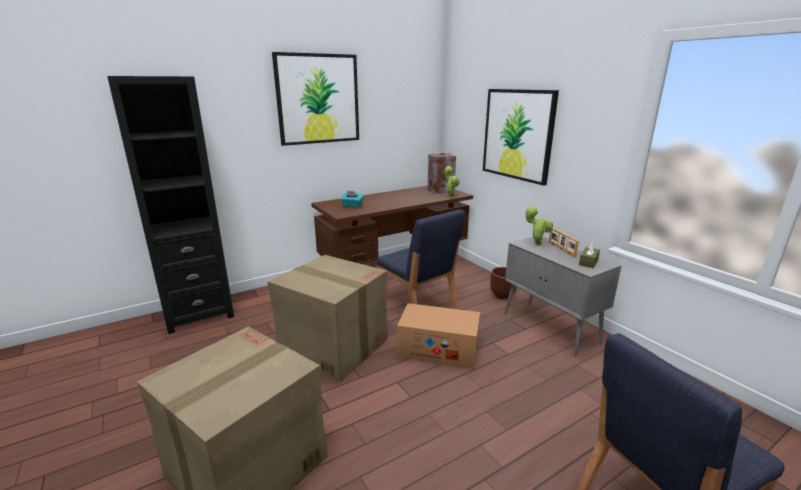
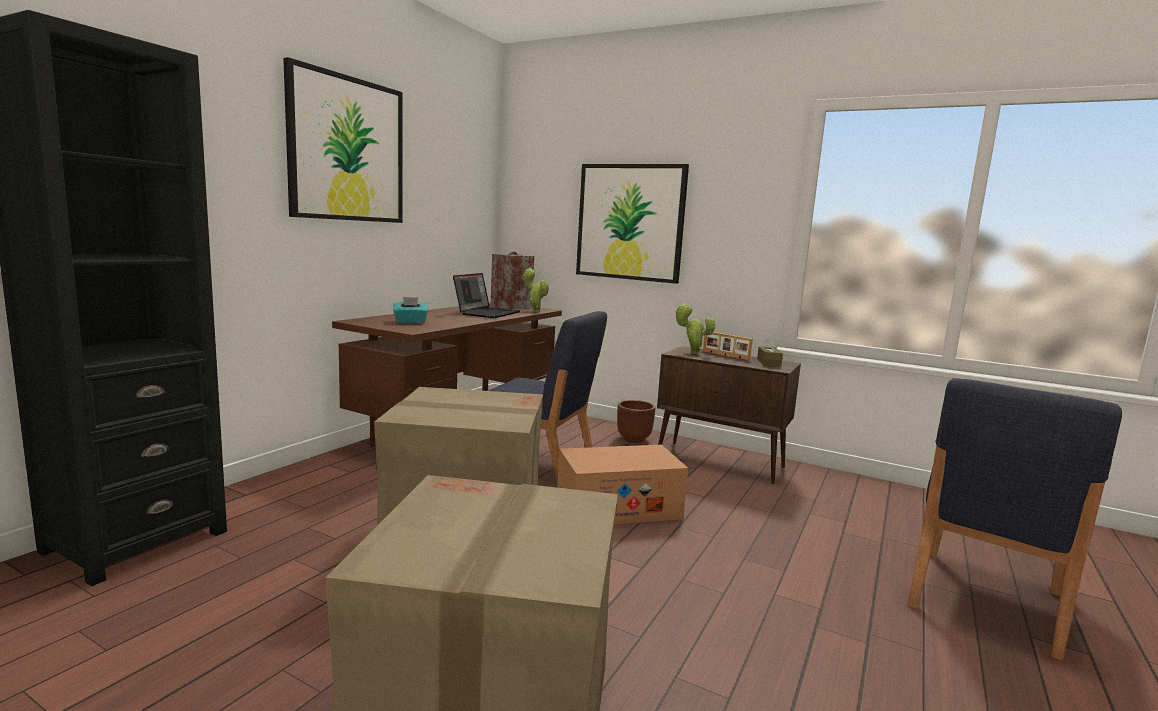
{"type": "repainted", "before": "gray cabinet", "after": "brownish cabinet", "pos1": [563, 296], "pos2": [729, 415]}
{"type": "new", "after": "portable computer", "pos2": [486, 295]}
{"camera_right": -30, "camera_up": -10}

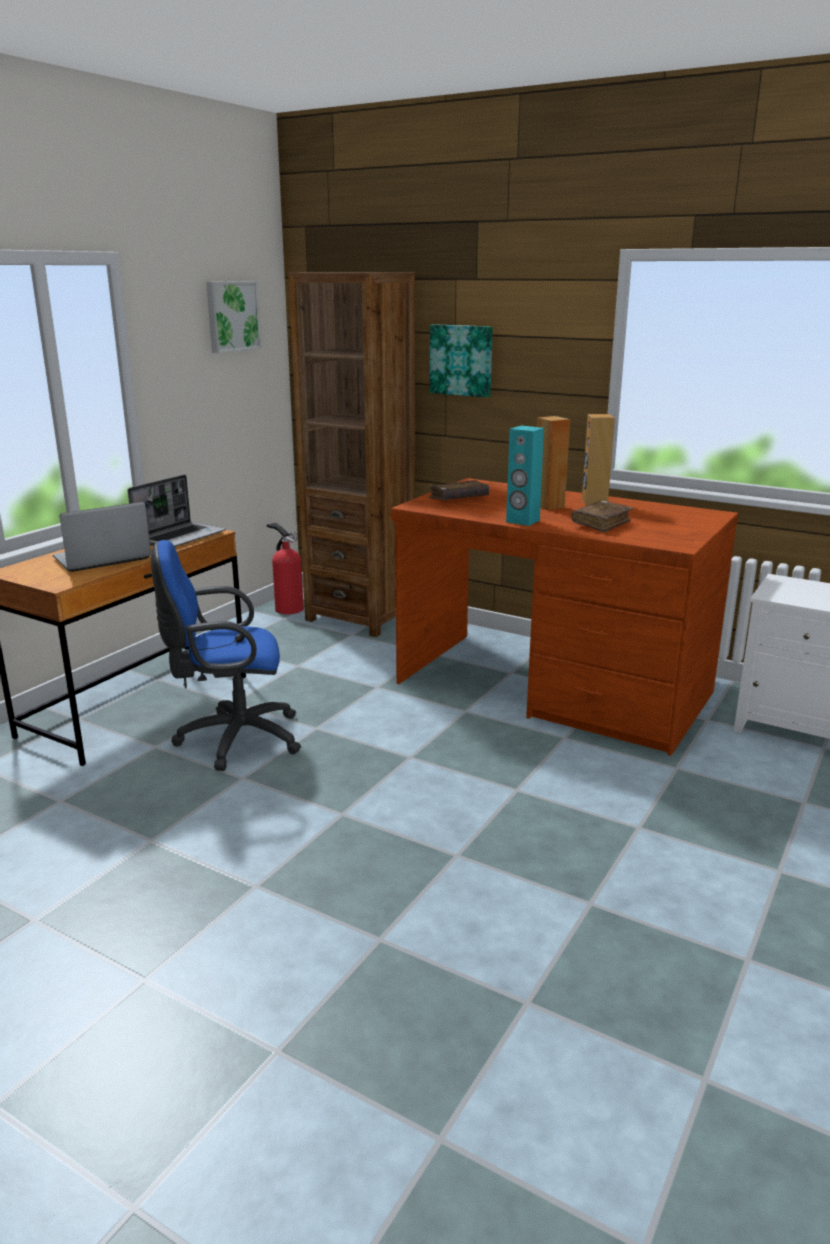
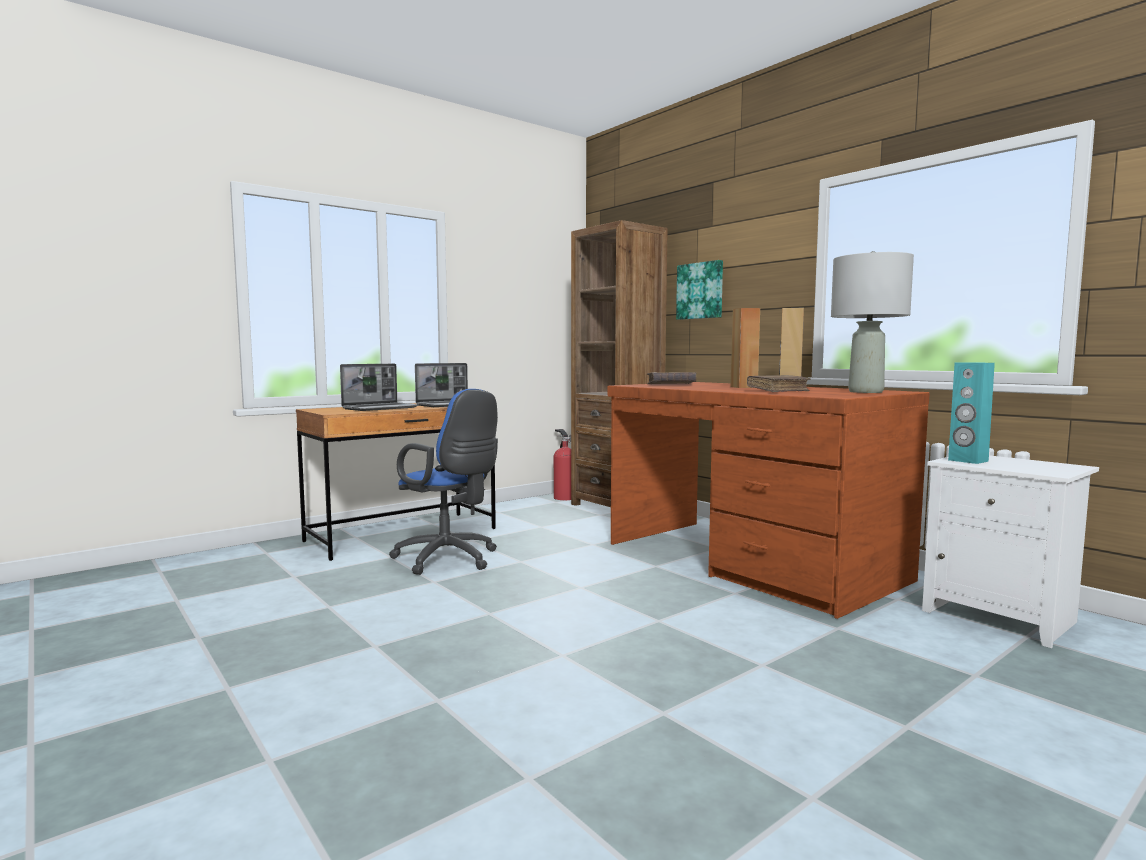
{"type": "gone", "before": "picture", "pos1": [233, 317]}
{"type": "shifted", "before": "turquoise loudspeaker", "pos1": [525, 475], "pos2": [971, 413]}
{"type": "rotated", "before": "portable computer", "pos1": [102, 537], "pos2": [379, 387], "turn": 150}
{"type": "rotated", "before": "bluish office chair", "pos1": [226, 655], "pos2": [443, 482], "turn": -150}
{"type": "new", "after": "gray lamp for a table", "pos2": [872, 322]}
{"camera_right": 20, "camera_up": -15}

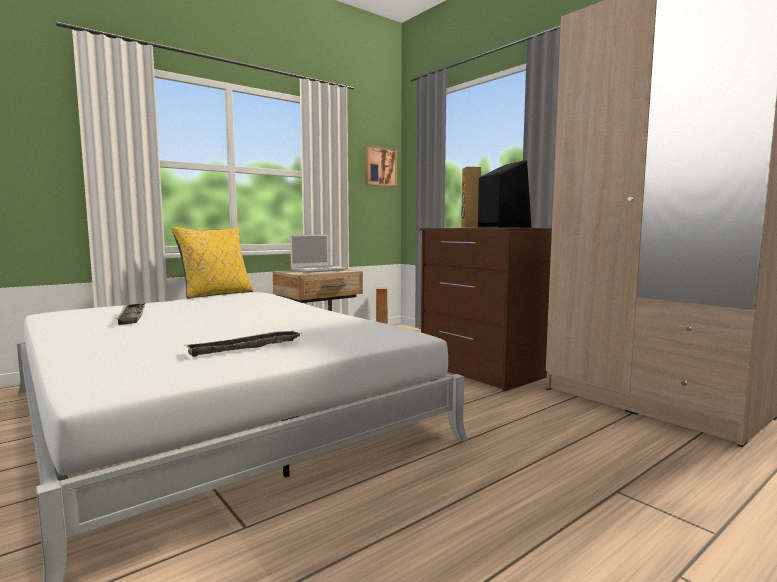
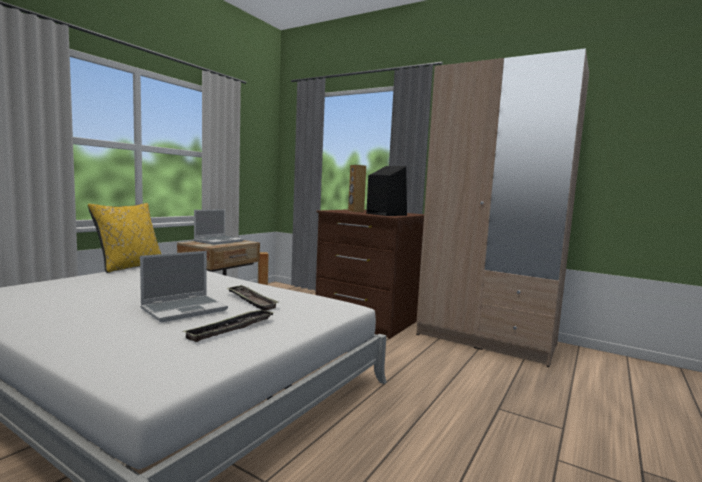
{"type": "gone", "before": "picture", "pos1": [381, 166]}
{"type": "shifted", "before": "tray", "pos1": [131, 314], "pos2": [252, 298]}
{"type": "new", "after": "portable computer", "pos2": [184, 287]}
{"camera_right": -20, "camera_up": 0}

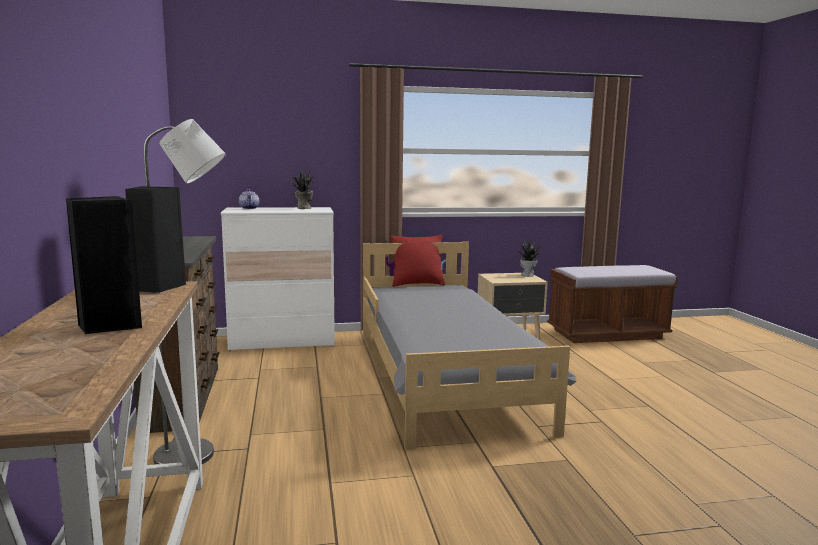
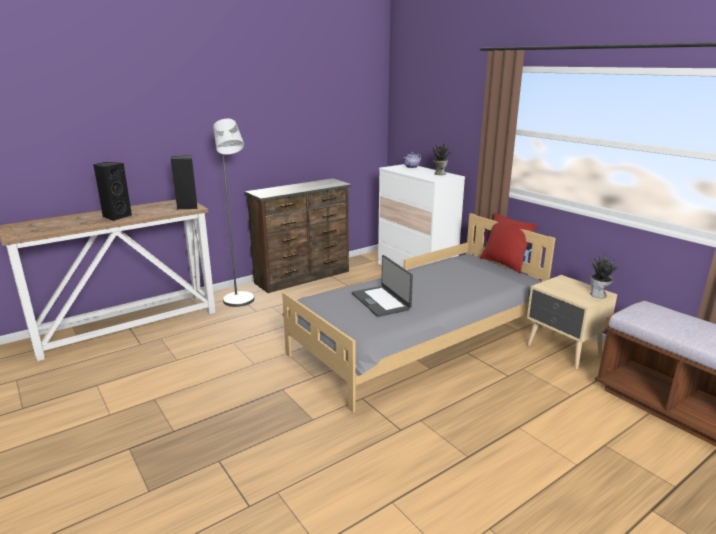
{"type": "new", "after": "portable computer", "pos2": [382, 286]}
{"camera_right": 65, "camera_up": 10}

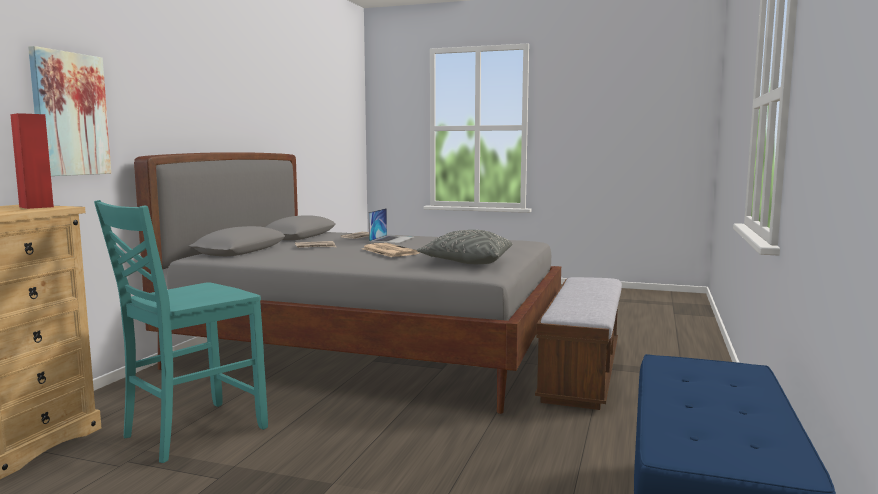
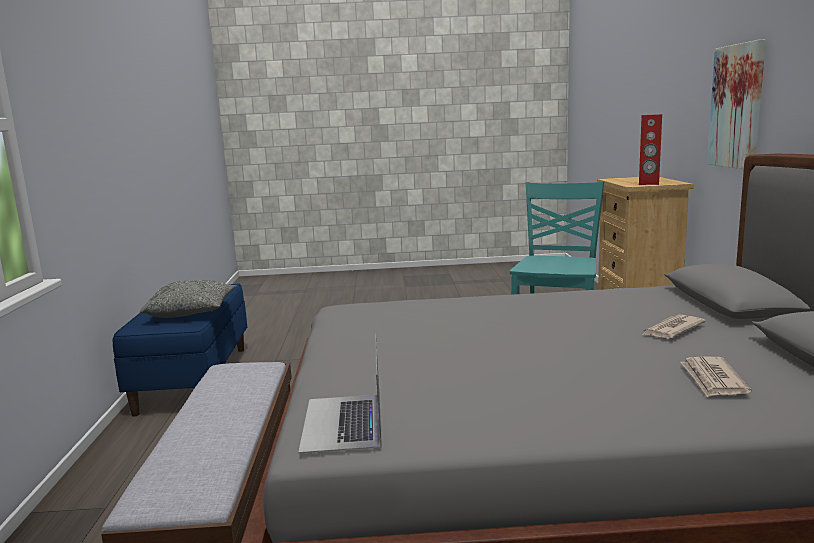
{"type": "shifted", "before": "portable computer", "pos1": [391, 225], "pos2": [340, 393]}
{"type": "shifted", "before": "gray throw pillow", "pos1": [464, 247], "pos2": [188, 299]}
{"type": "gone", "before": "newspaper", "pos1": [391, 250]}
{"camera_right": 160, "camera_up": 5}

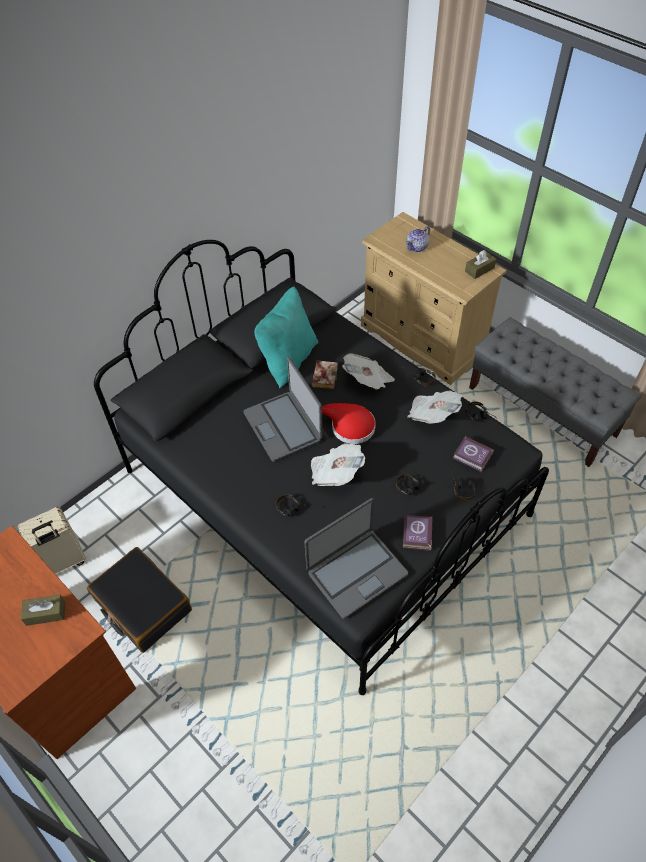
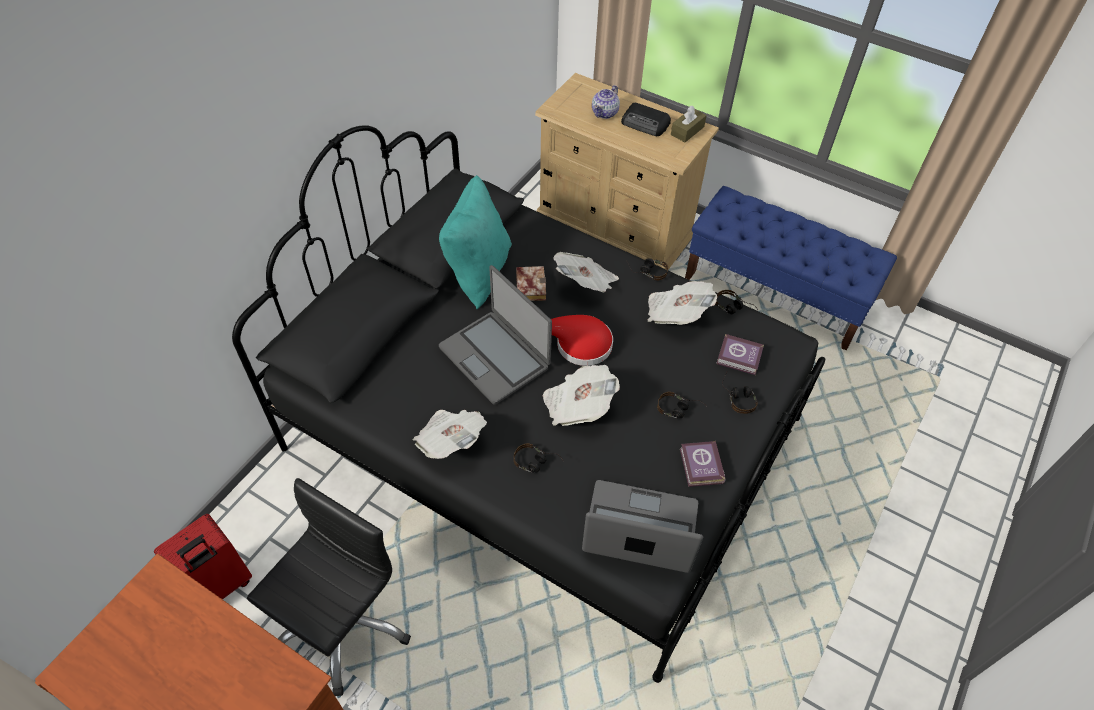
{"type": "repainted", "before": "gray indoor bench", "after": "bluish indoor bench", "pos1": [555, 392], "pos2": [791, 268]}
{"type": "rotated", "before": "portable computer", "pos1": [356, 558], "pos2": [642, 526], "turn": -120}
{"type": "repainted", "before": "beige piece of luggage", "after": "red-coloured piece of luggage", "pos1": [52, 540], "pos2": [203, 556]}
{"type": "swapped", "before": "blackish piece of luggage", "after": "blackish office chair", "pos1": [139, 600], "pos2": [329, 587]}
{"type": "gone", "before": "brownish tissue holder", "pos1": [43, 610]}
{"type": "new", "after": "radio set", "pos2": [646, 119]}
{"type": "new", "after": "newspaper", "pos2": [449, 434]}
{"camera_right": -15, "camera_up": 0}

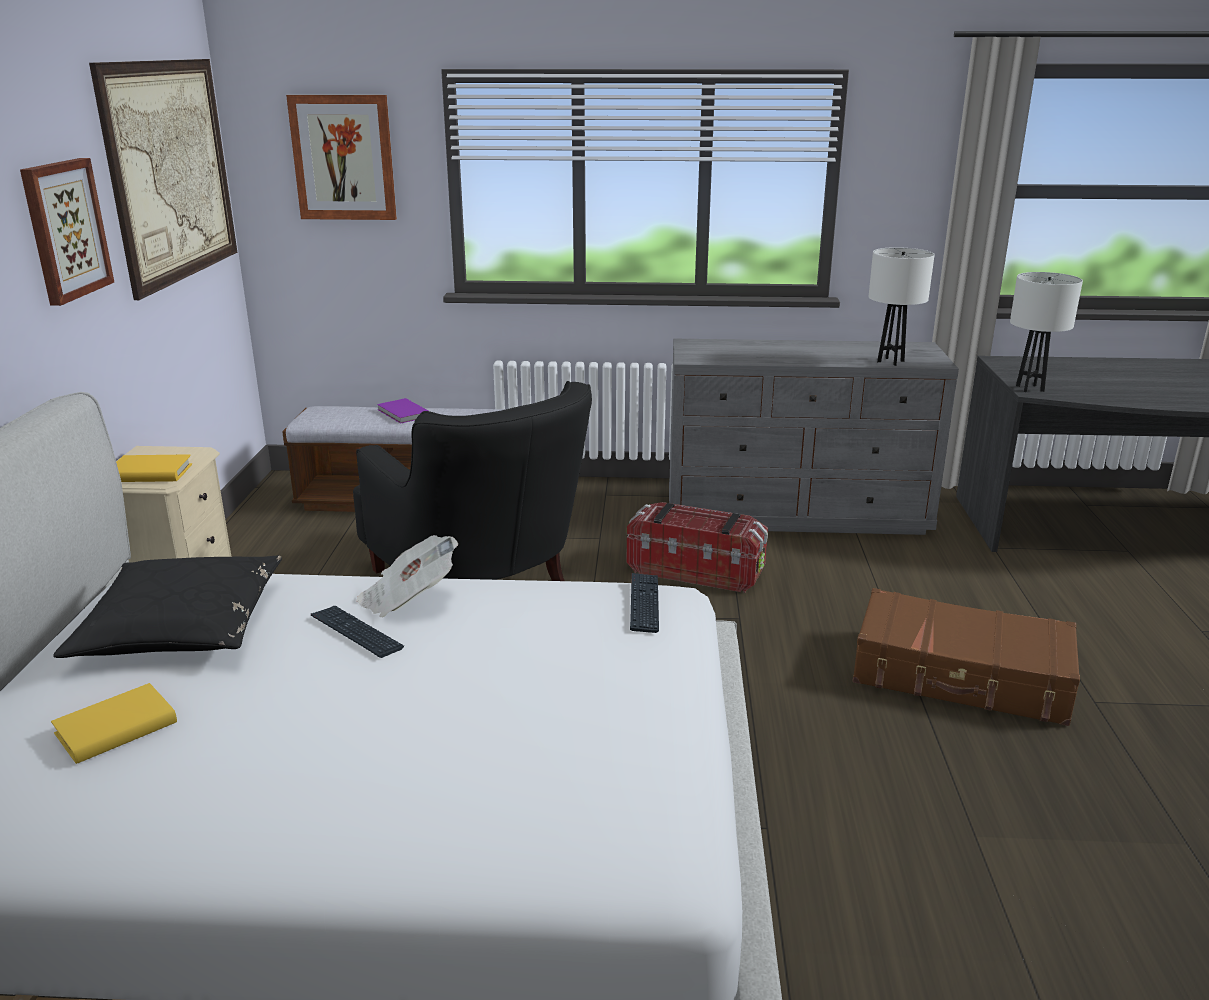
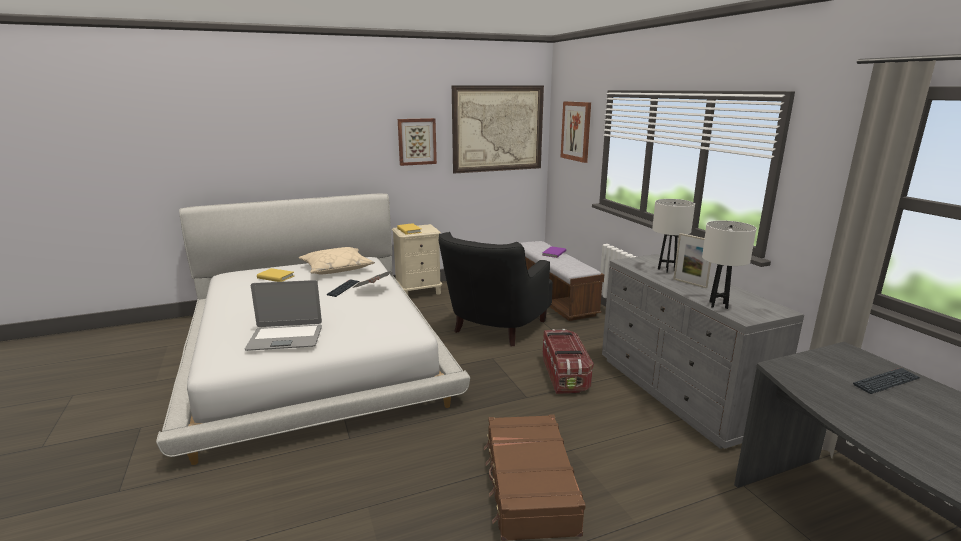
{"type": "shifted", "before": "white lamp for a table", "pos1": [1046, 332], "pos2": [673, 236]}
{"type": "repainted", "before": "blackish throw pillow", "after": "beige throw pillow", "pos1": [167, 607], "pos2": [337, 260]}
{"type": "shifted", "before": "keyboard", "pos1": [644, 603], "pos2": [887, 381]}
{"type": "new", "after": "standing frame", "pos2": [692, 260]}
{"type": "new", "after": "portable computer", "pos2": [283, 315]}
{"camera_right": 65, "camera_up": -5}

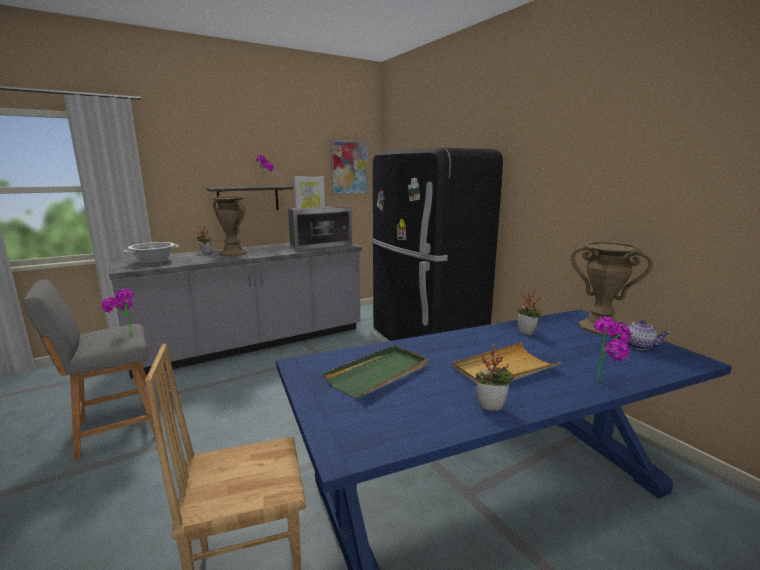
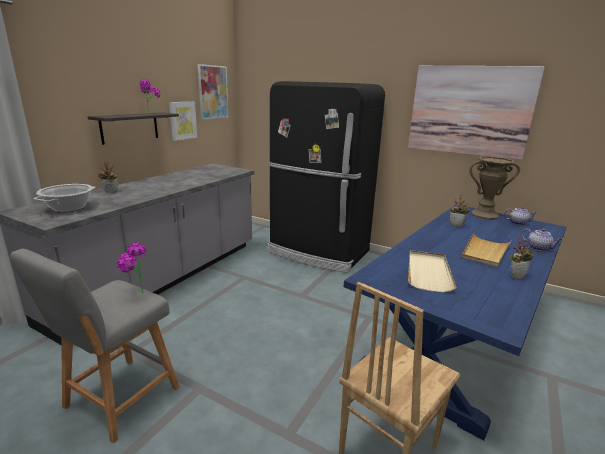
{"type": "gone", "before": "brownish decorative vase", "pos1": [228, 226]}
{"type": "gone", "before": "kitchen microwave", "pos1": [320, 228]}
{"type": "swapped", "before": "houseplant", "after": "teapot", "pos1": [613, 349], "pos2": [542, 240]}
{"type": "repainted", "before": "green tray", "after": "beige tray", "pos1": [375, 372], "pos2": [432, 271]}
{"type": "new", "after": "picture", "pos2": [476, 113]}
{"camera_right": -30, "camera_up": 5}

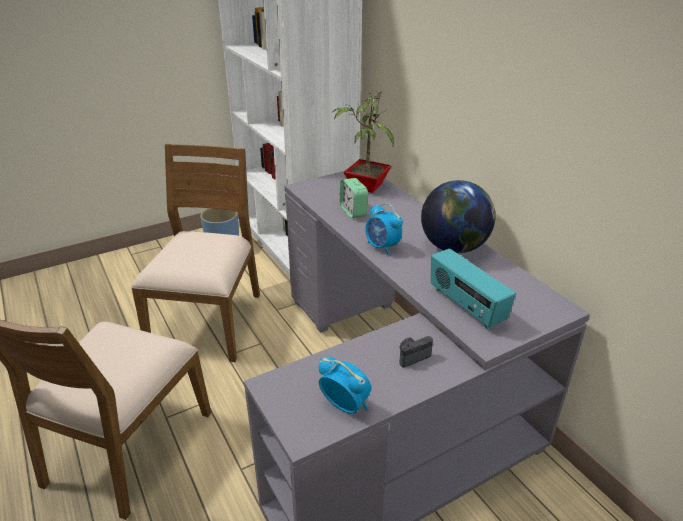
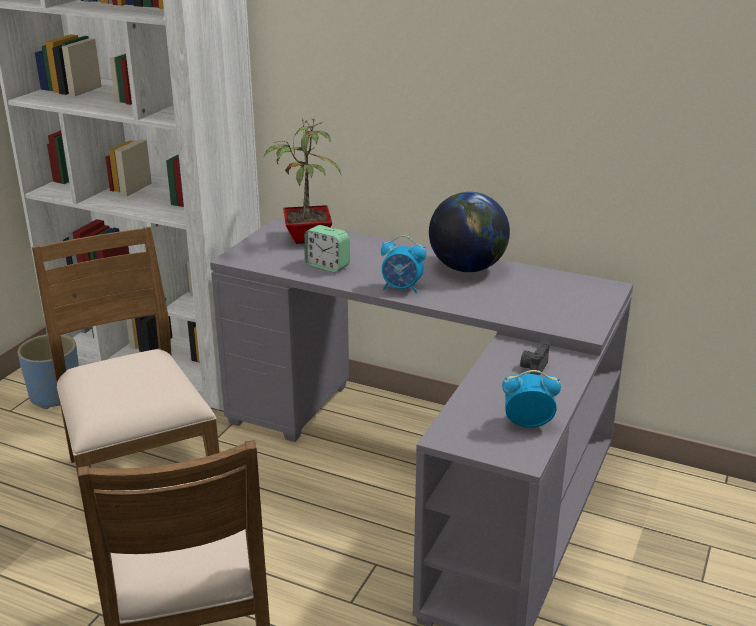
{"type": "gone", "before": "radio set", "pos1": [473, 289]}
{"camera_right": -35, "camera_up": -5}

